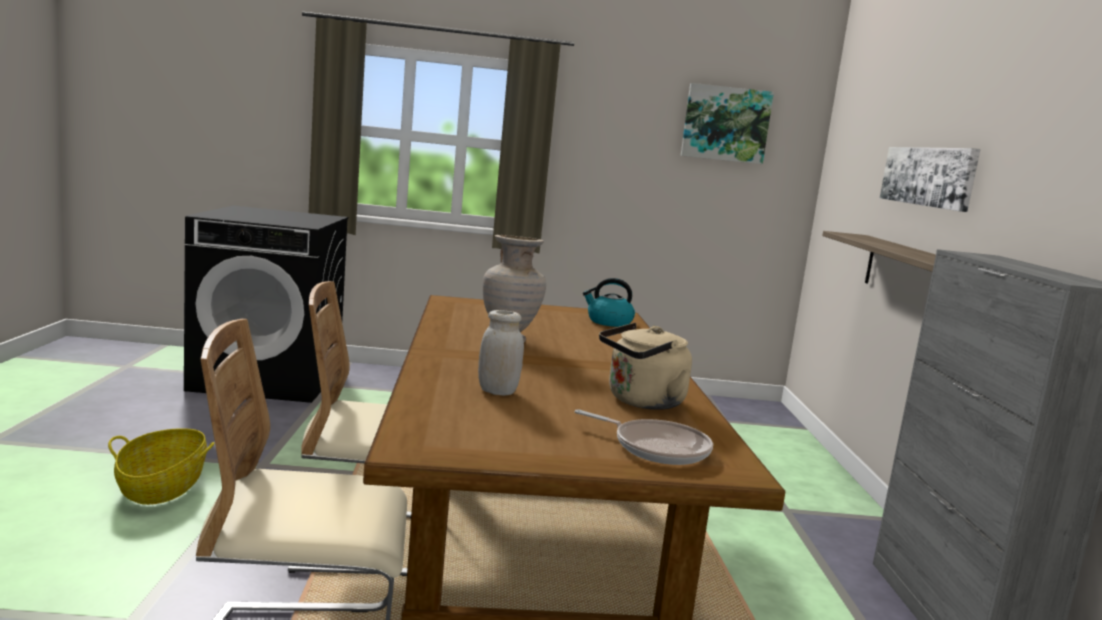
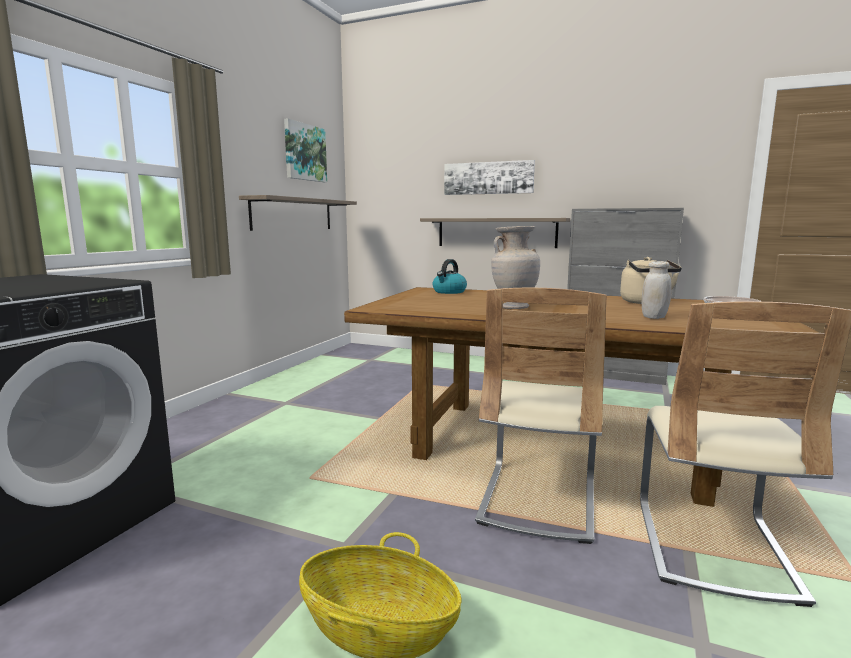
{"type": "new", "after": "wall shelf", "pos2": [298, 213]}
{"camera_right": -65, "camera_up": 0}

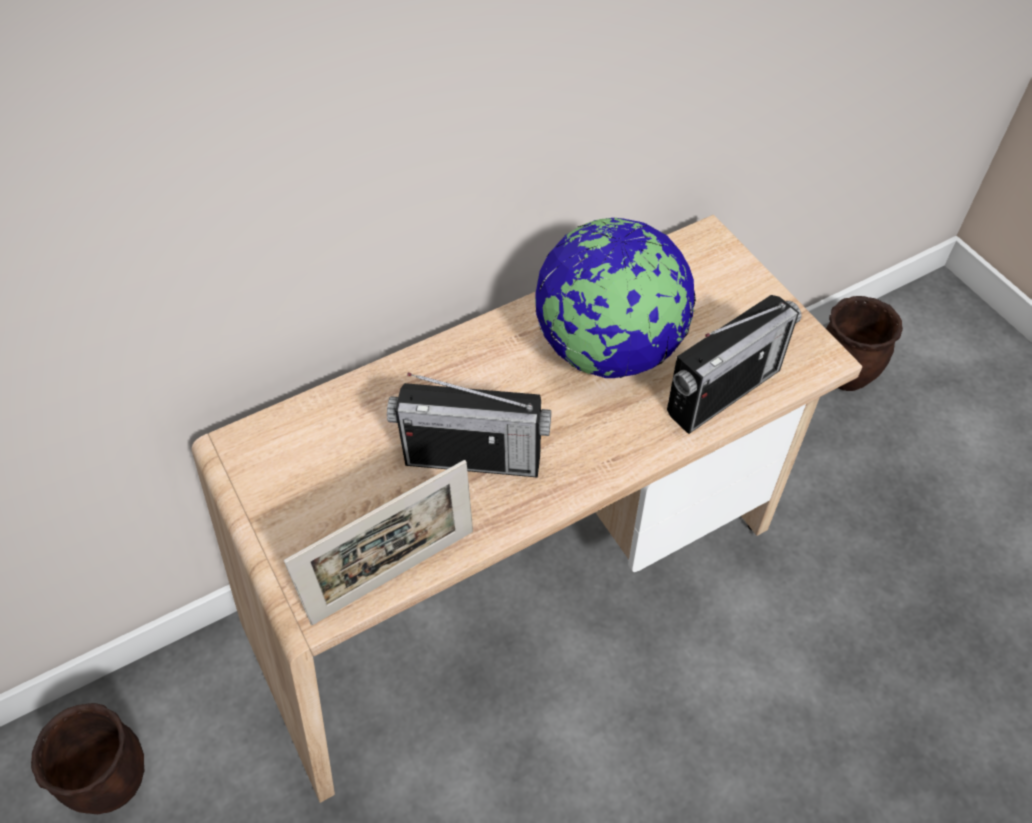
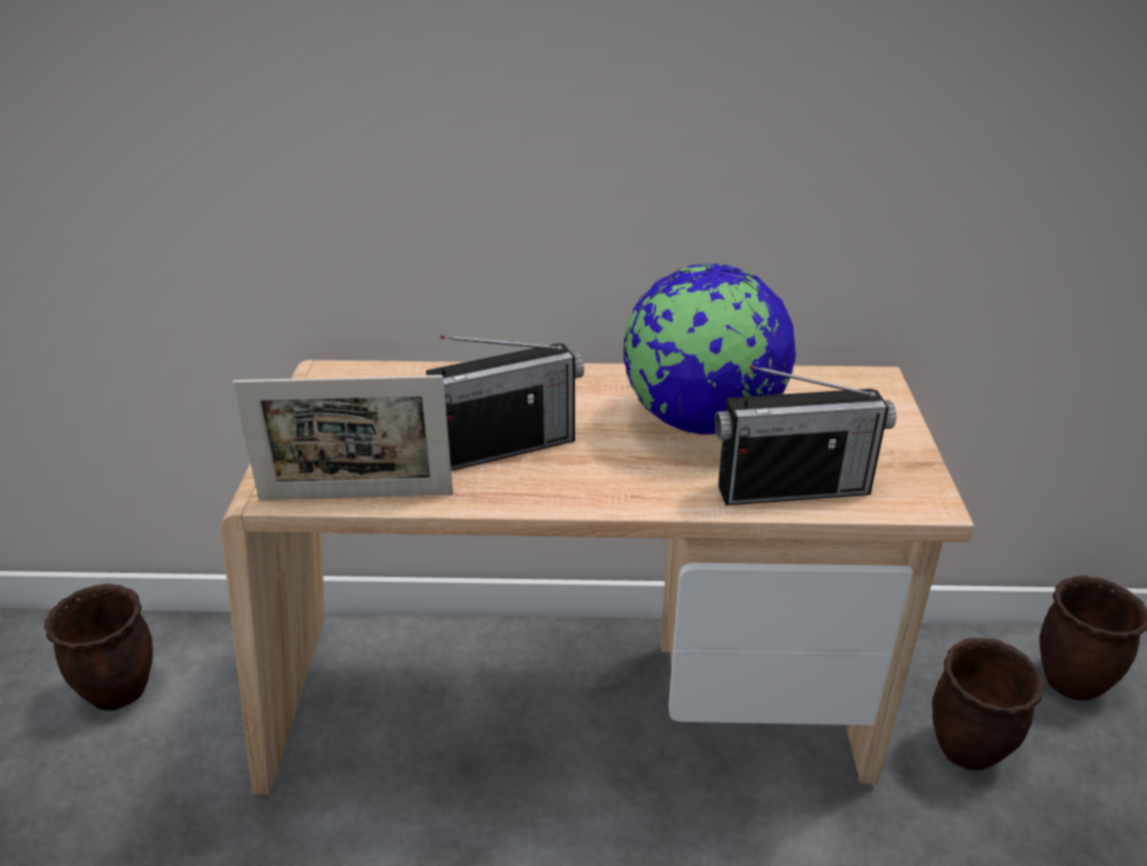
{"type": "rotated", "before": "radio set", "pos1": [469, 425], "pos2": [505, 403], "turn": -60}
{"type": "new", "after": "brownish planter", "pos2": [988, 704]}
{"camera_right": 30, "camera_up": -20}

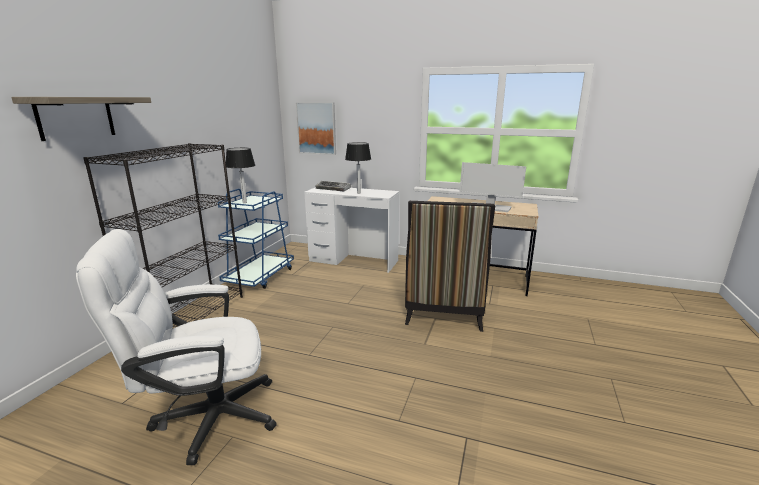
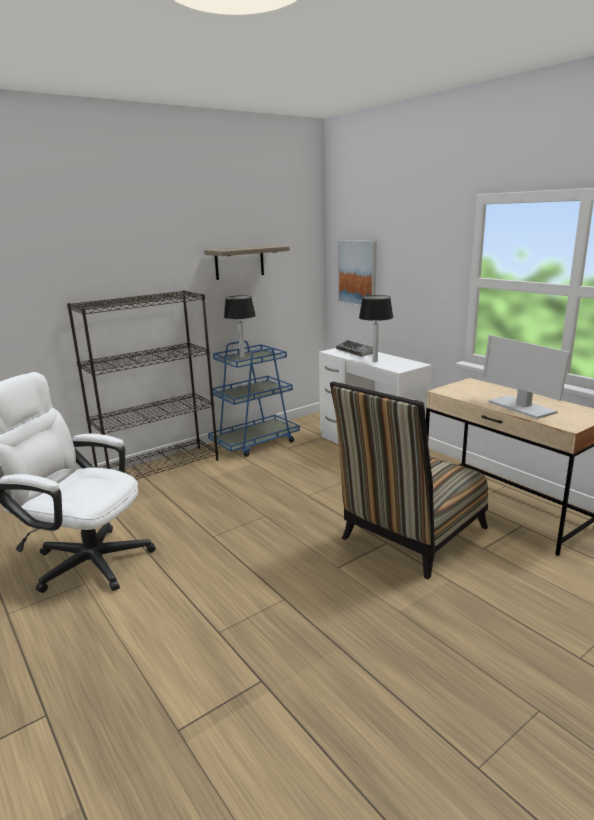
{"type": "shifted", "before": "wall shelf", "pos1": [81, 119], "pos2": [247, 263]}
{"camera_right": 35, "camera_up": 0}

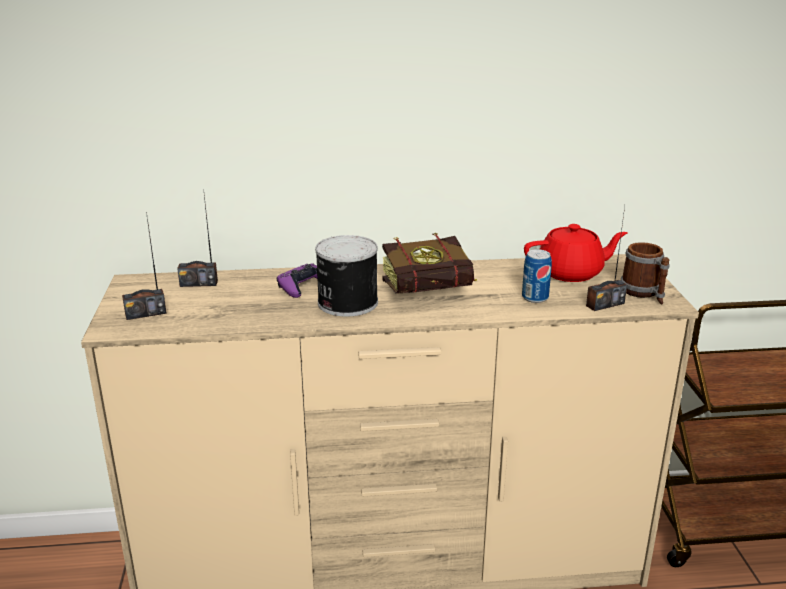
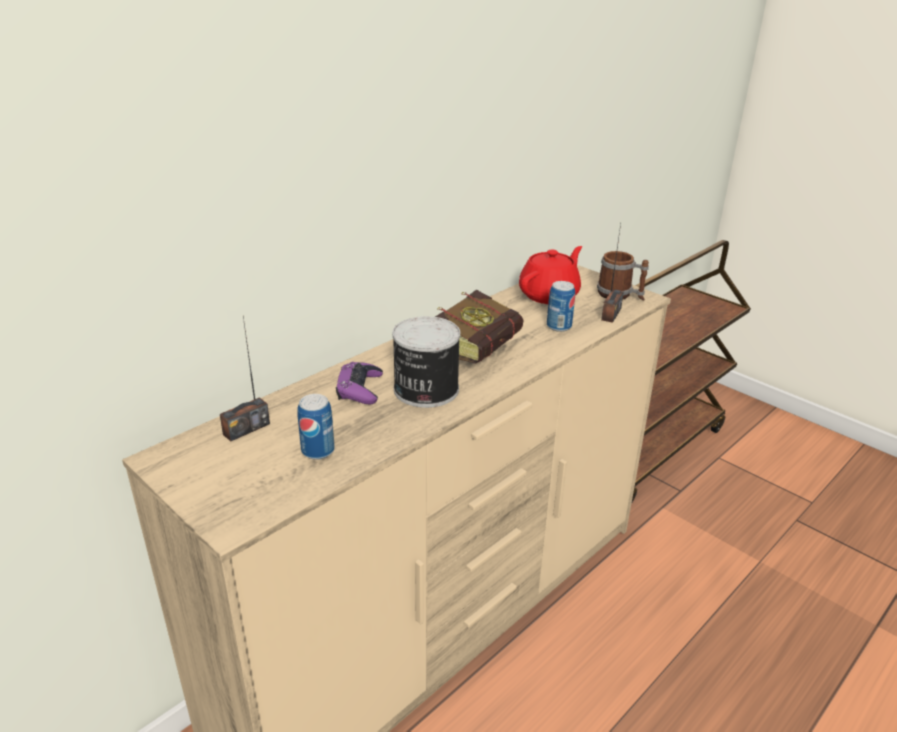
{"type": "gone", "before": "radio set", "pos1": [144, 266]}
{"type": "new", "after": "can", "pos2": [316, 427]}
{"camera_right": -40, "camera_up": 5}

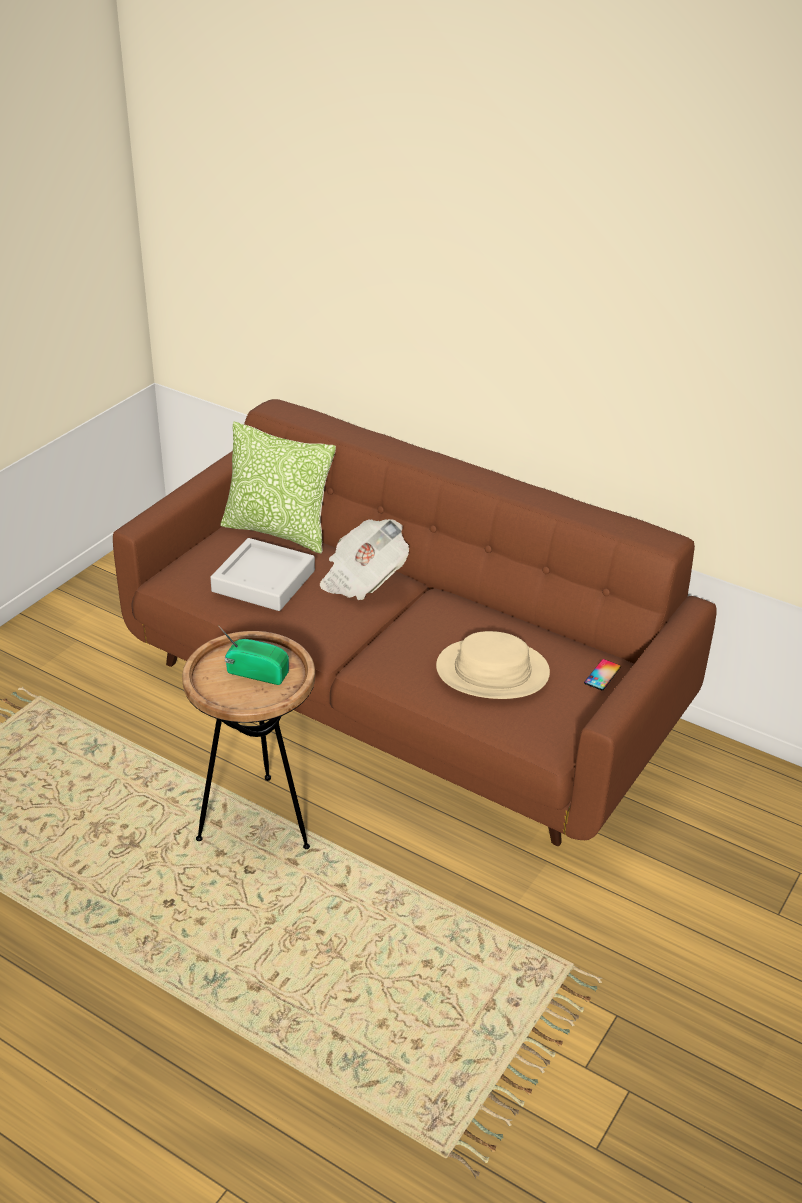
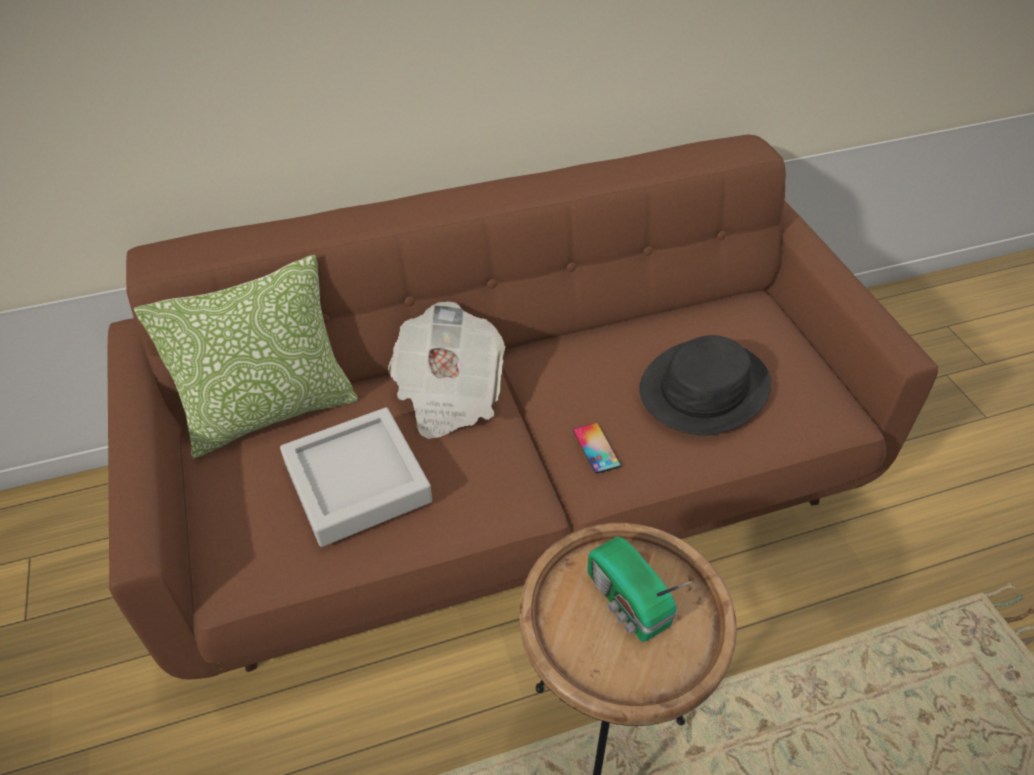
{"type": "rotated", "before": "radio set", "pos1": [253, 655], "pos2": [640, 589], "turn": -90}
{"type": "repainted", "before": "beige wearable hat", "after": "blackish wearable hat", "pos1": [493, 665], "pos2": [705, 385]}
{"type": "shifted", "before": "phone", "pos1": [602, 674], "pos2": [597, 448]}
{"camera_right": -50, "camera_up": 10}

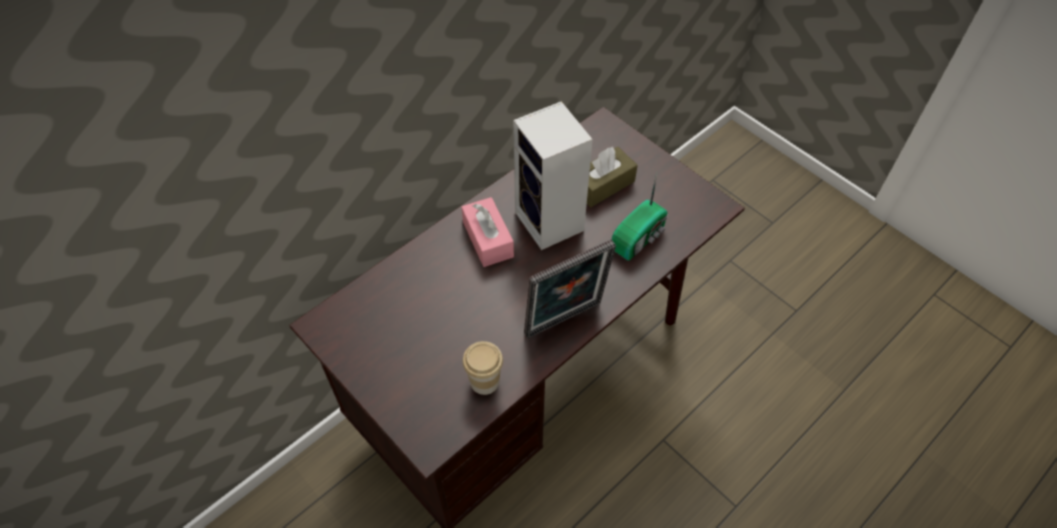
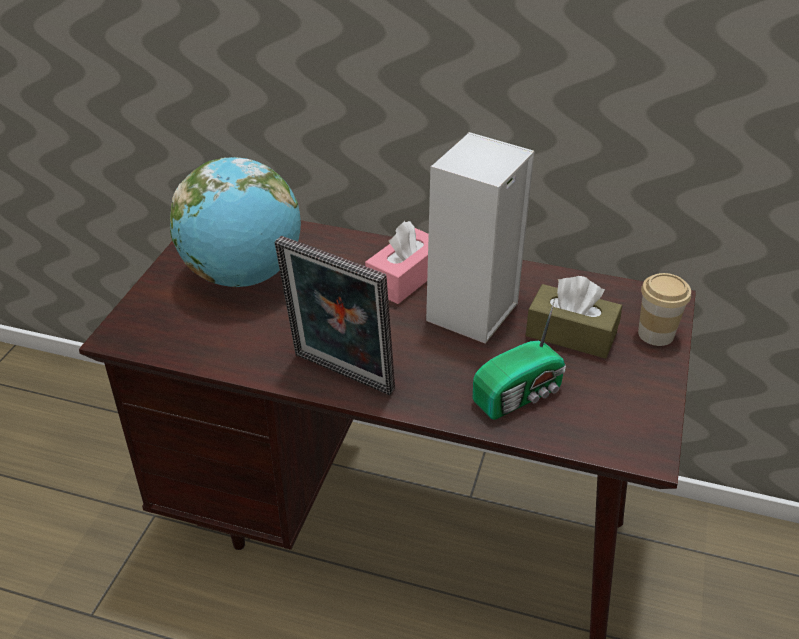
{"type": "rotated", "before": "radio set", "pos1": [640, 217], "pos2": [519, 359], "turn": -45}
{"type": "shifted", "before": "drinking cup", "pos1": [482, 368], "pos2": [664, 309]}
{"type": "new", "after": "world globe", "pos2": [235, 222]}
{"camera_right": 60, "camera_up": -15}

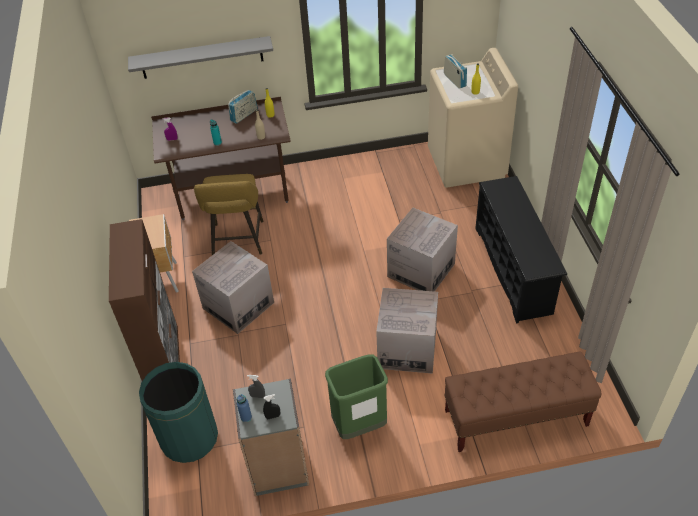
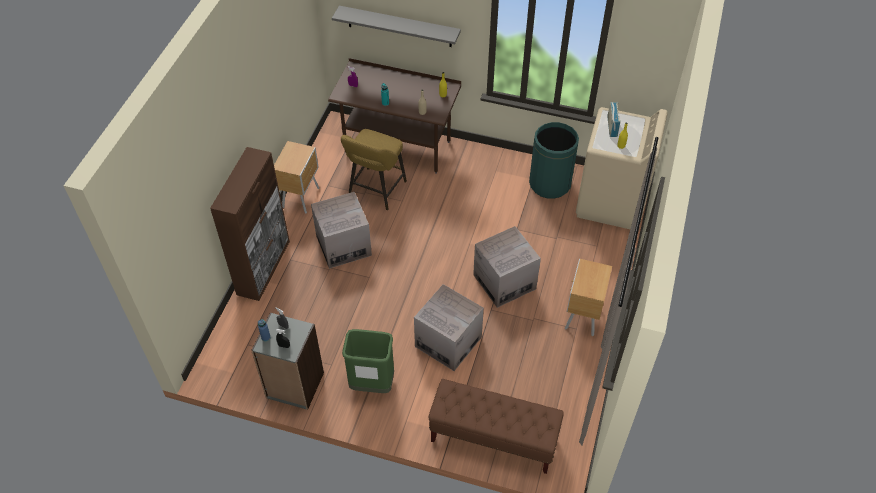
{"type": "gone", "before": "radio set", "pos1": [243, 107]}
{"type": "swapped", "before": "blackish shoe stand", "after": "brownish bedside table", "pos1": [521, 249], "pos2": [588, 297]}
{"type": "shifted", "before": "green trash can", "pos1": [178, 412], "pos2": [554, 160]}
{"camera_right": 25, "camera_up": 5}

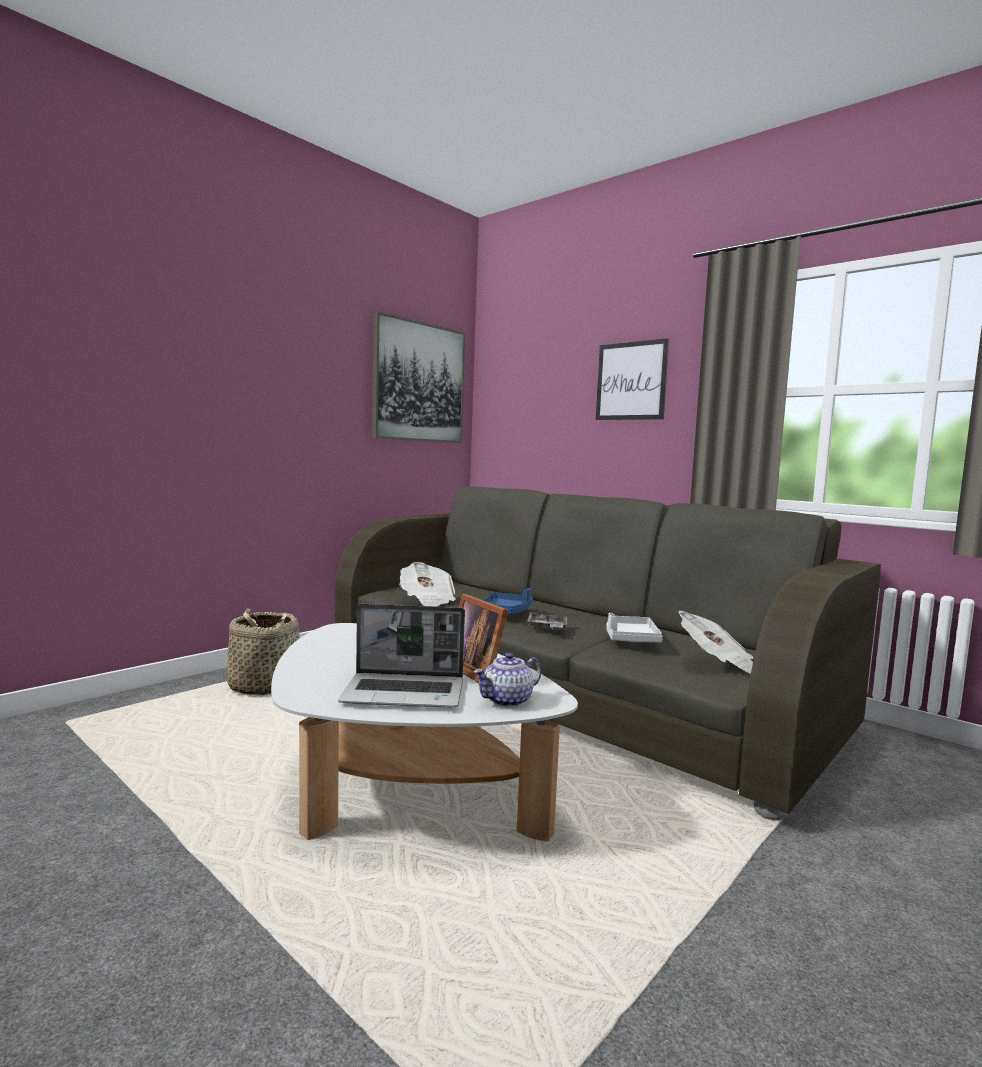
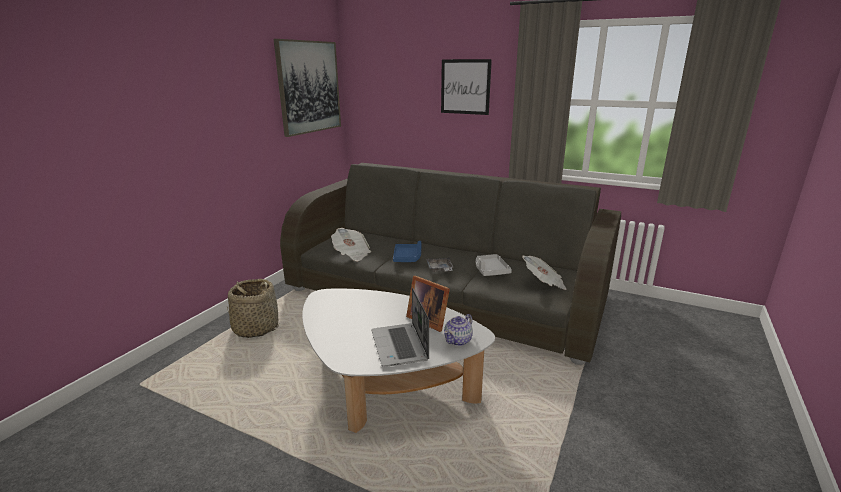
{"type": "rotated", "before": "portable computer", "pos1": [401, 656], "pos2": [400, 327], "turn": 90}
{"camera_right": -15, "camera_up": 15}

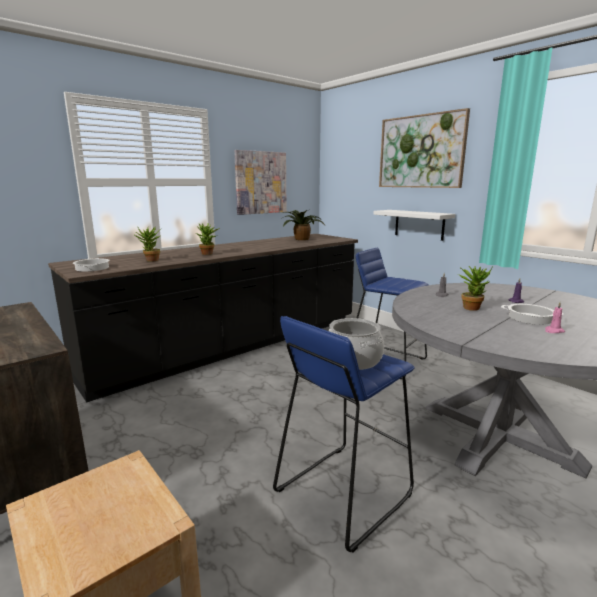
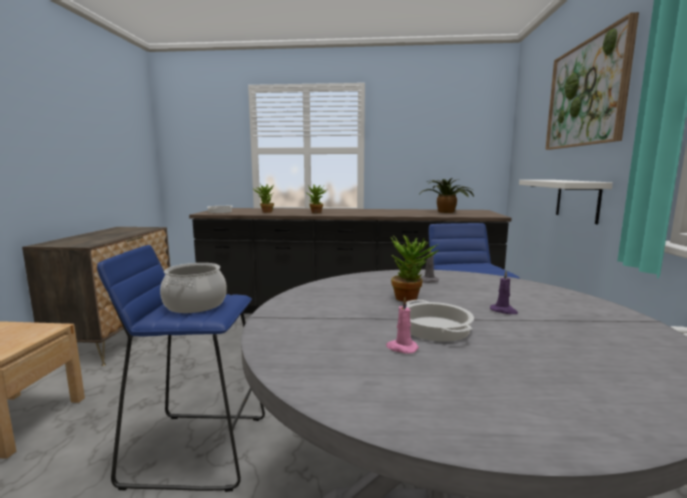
{"type": "gone", "before": "picture", "pos1": [260, 182]}
{"camera_right": 45, "camera_up": -5}

